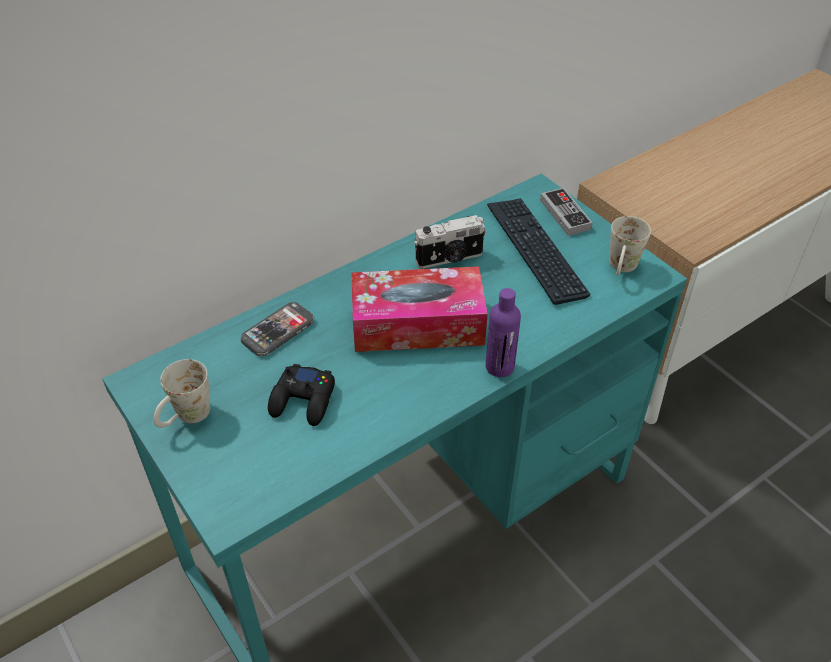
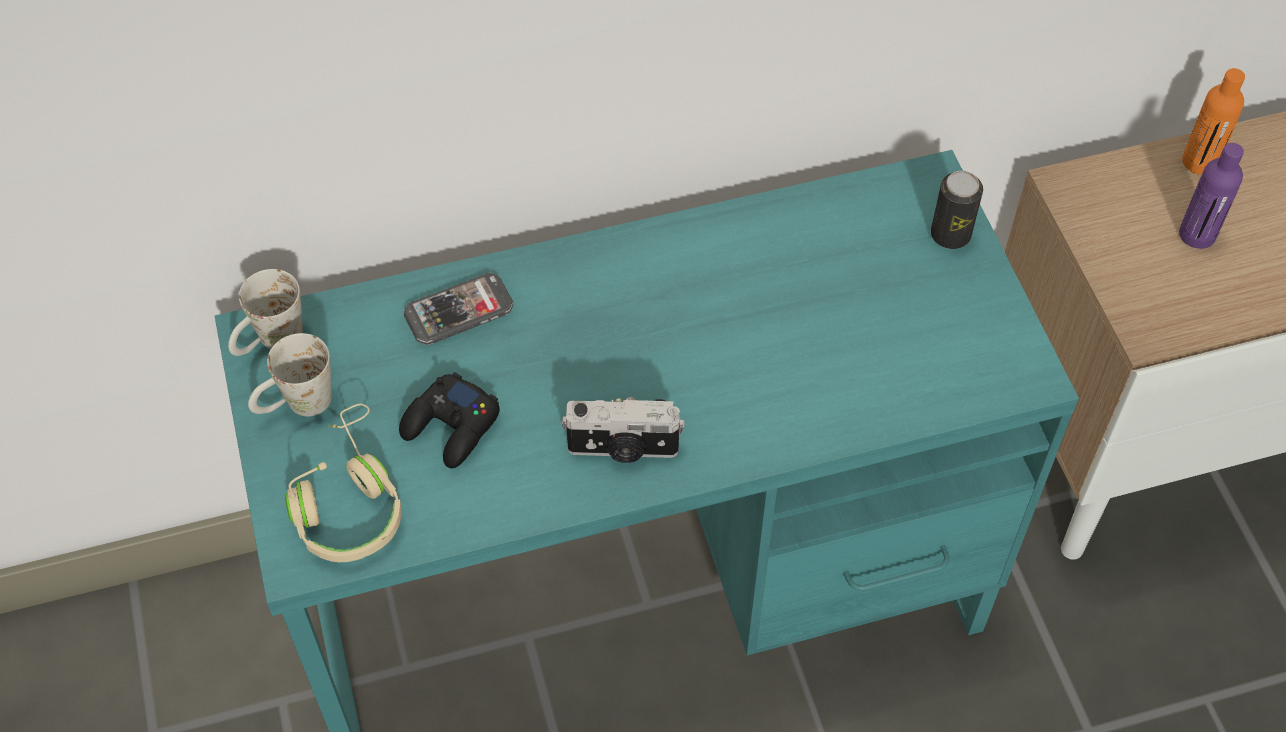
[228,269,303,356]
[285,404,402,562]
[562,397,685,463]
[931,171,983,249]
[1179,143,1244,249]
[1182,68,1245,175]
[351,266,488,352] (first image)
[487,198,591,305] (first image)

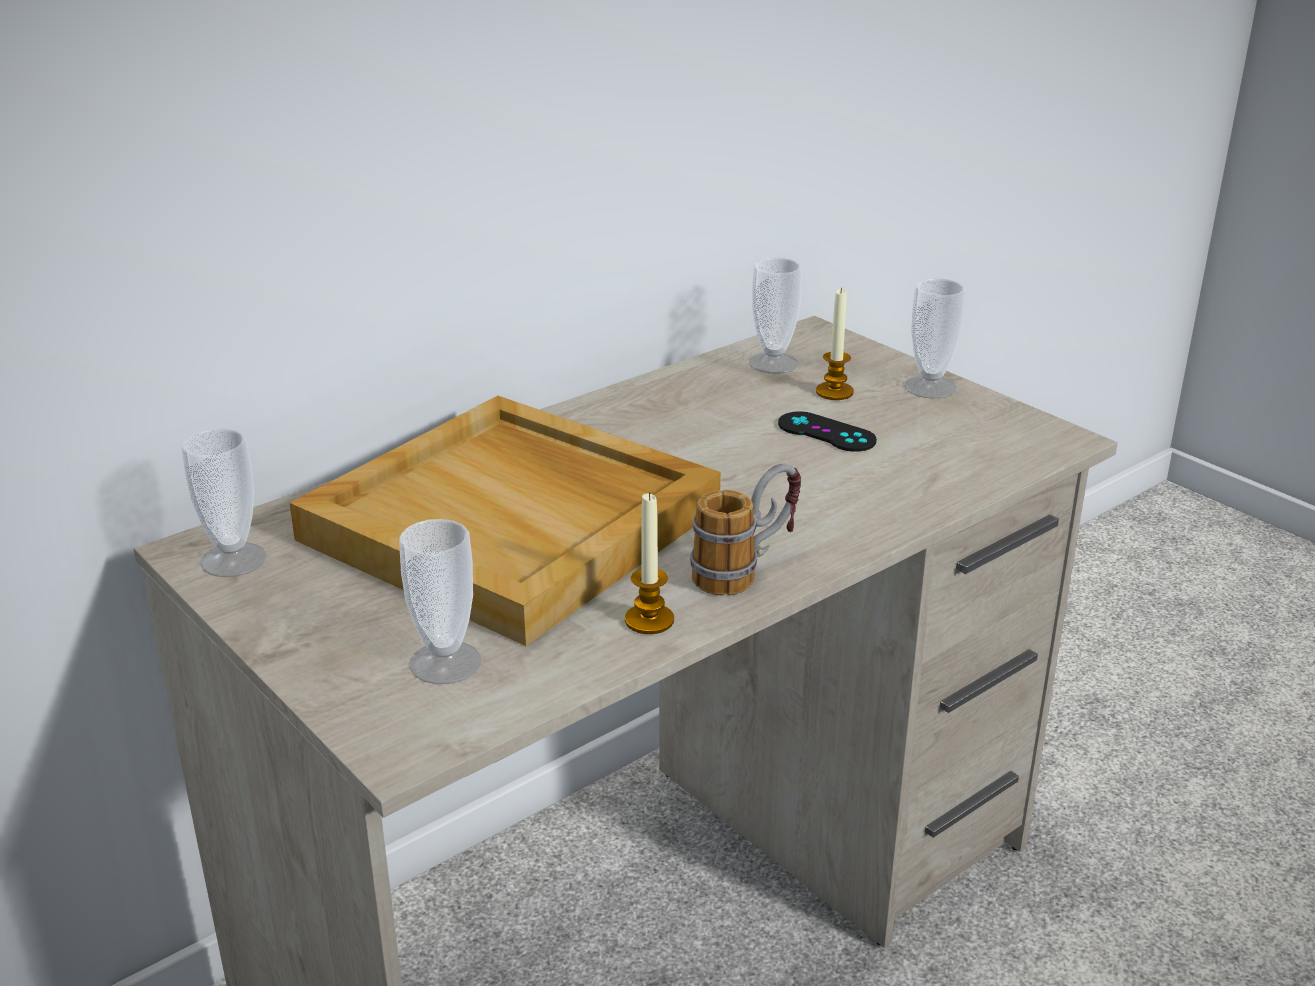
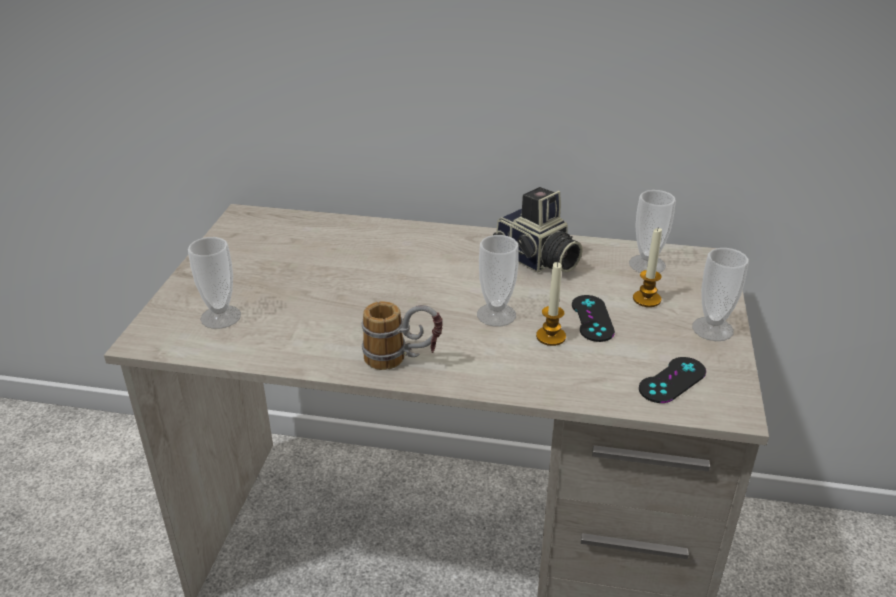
[477,235,519,326]
[493,187,583,273]
[536,262,566,346]
[639,357,706,403]
[289,396,721,646] (first image)

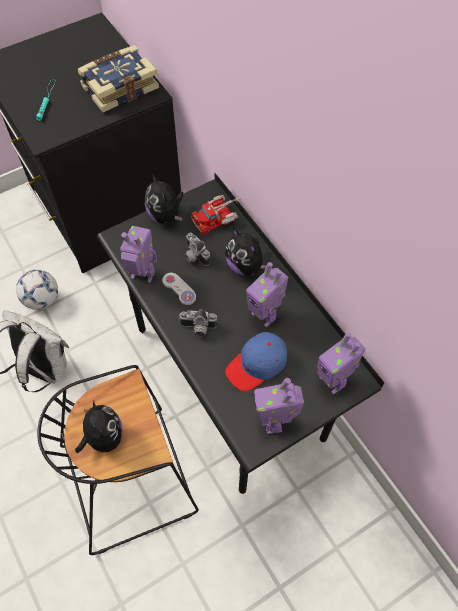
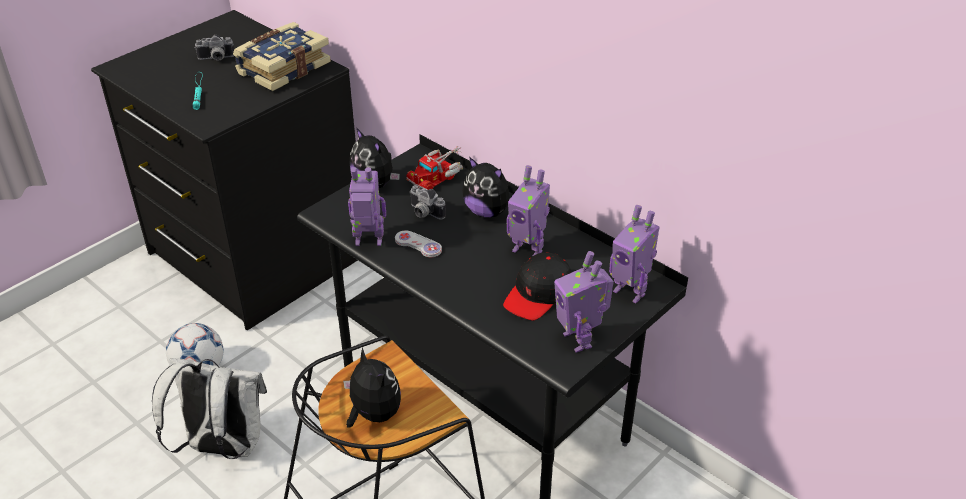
[195,35,234,61]
[503,252,571,320]

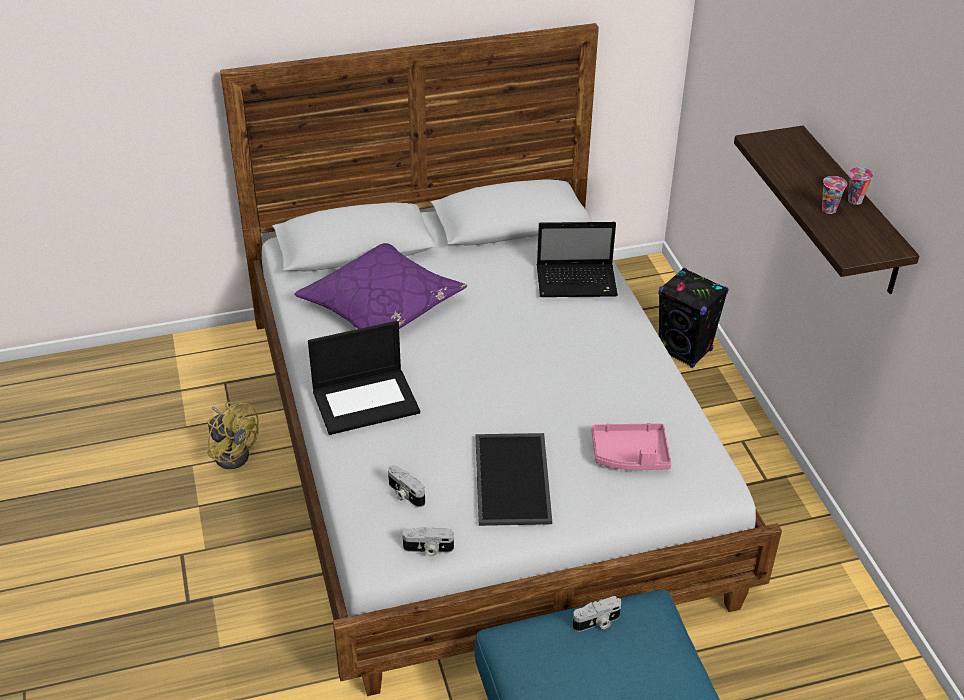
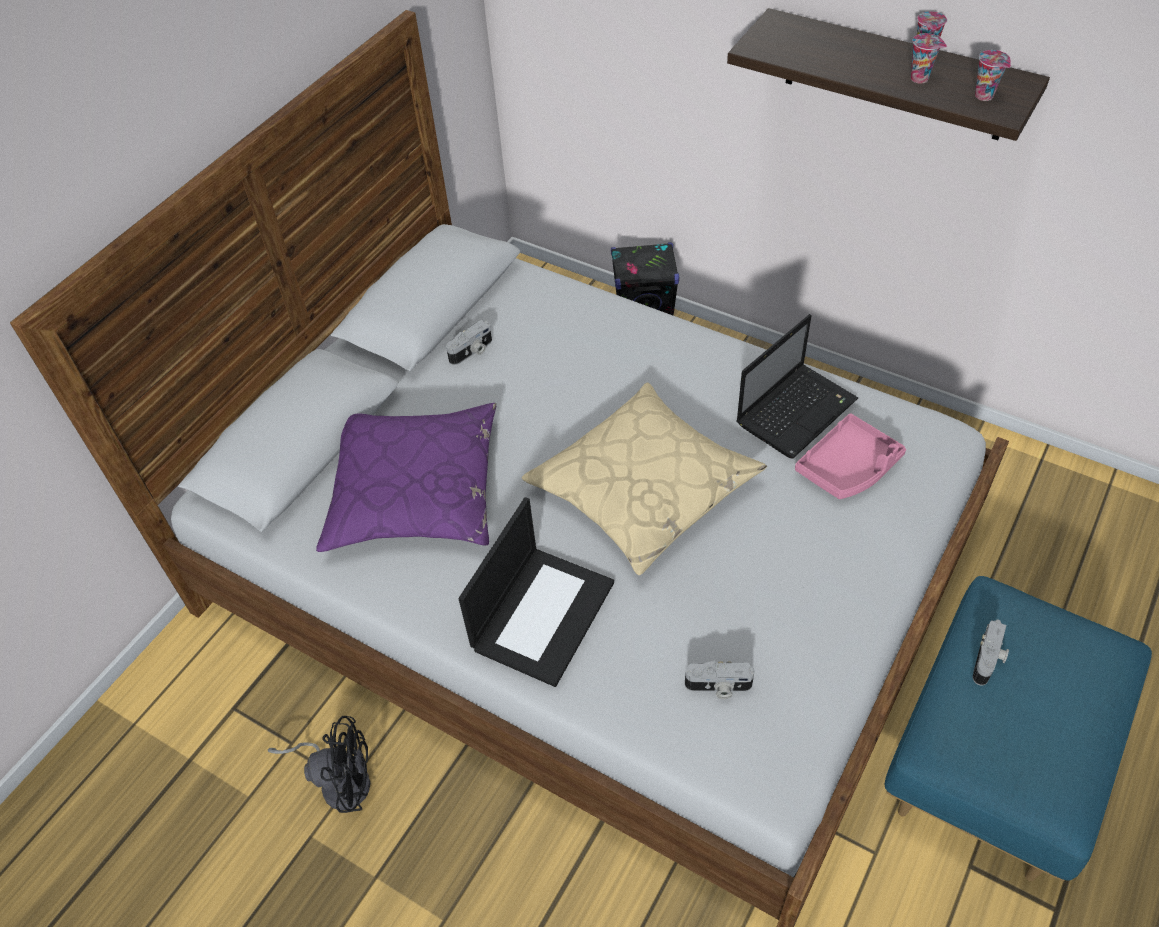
[268,716,370,813]
[446,320,492,365]
[522,383,767,575]
[736,314,858,459]
[975,50,1011,101]
[476,433,552,526] (first image)

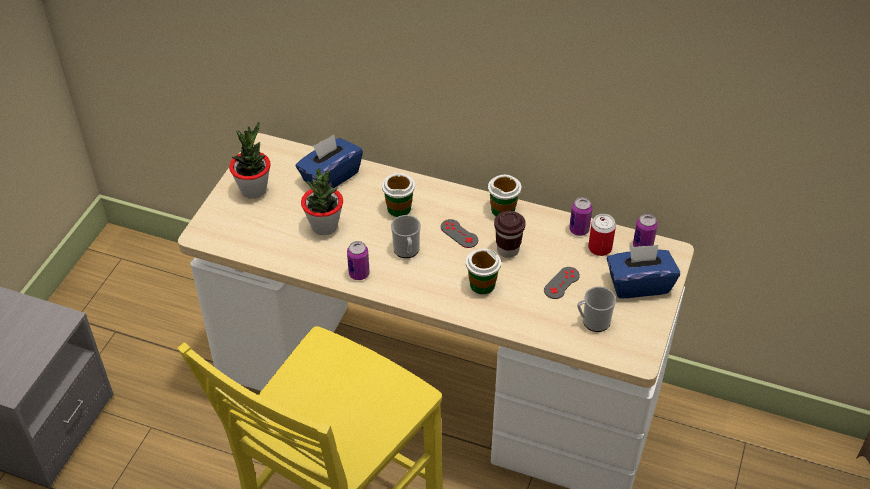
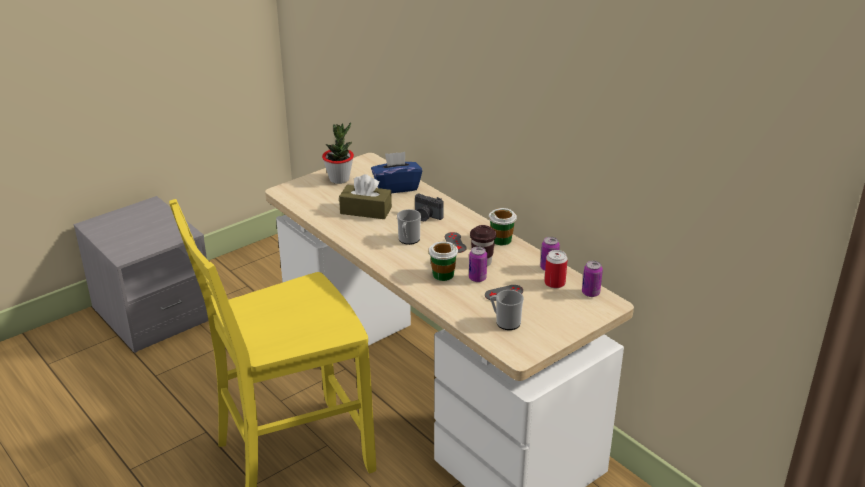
[339,174,392,219]
[415,194,444,221]
[469,246,487,282]
[607,245,680,298] (first image)

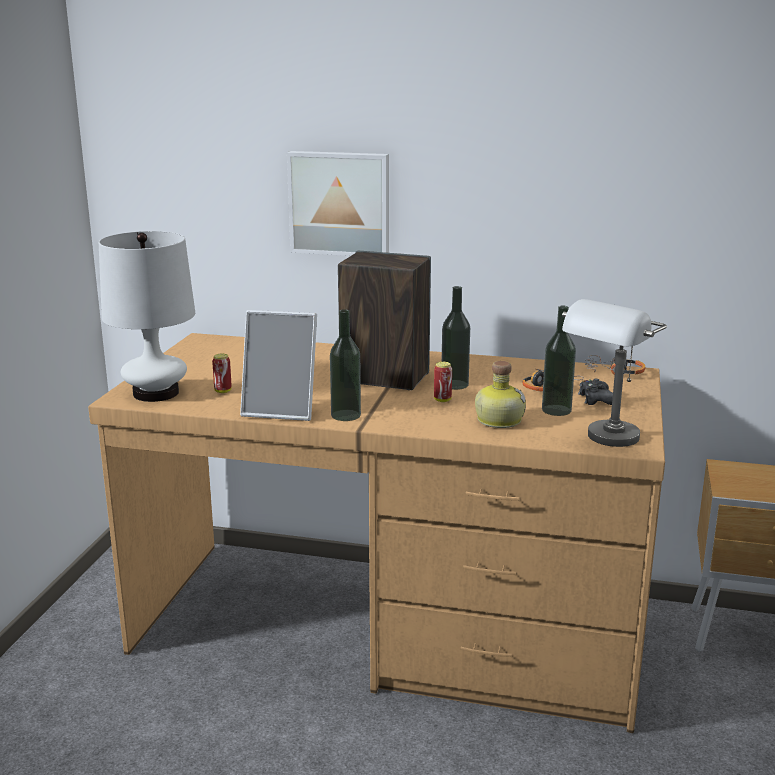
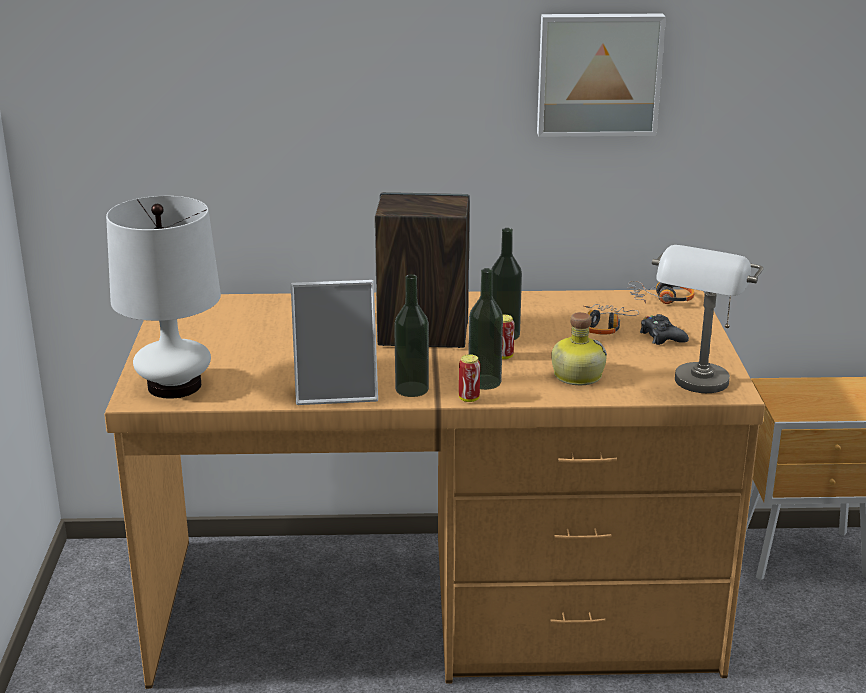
[459,354,480,402]
[468,268,503,390]
[537,14,666,137]

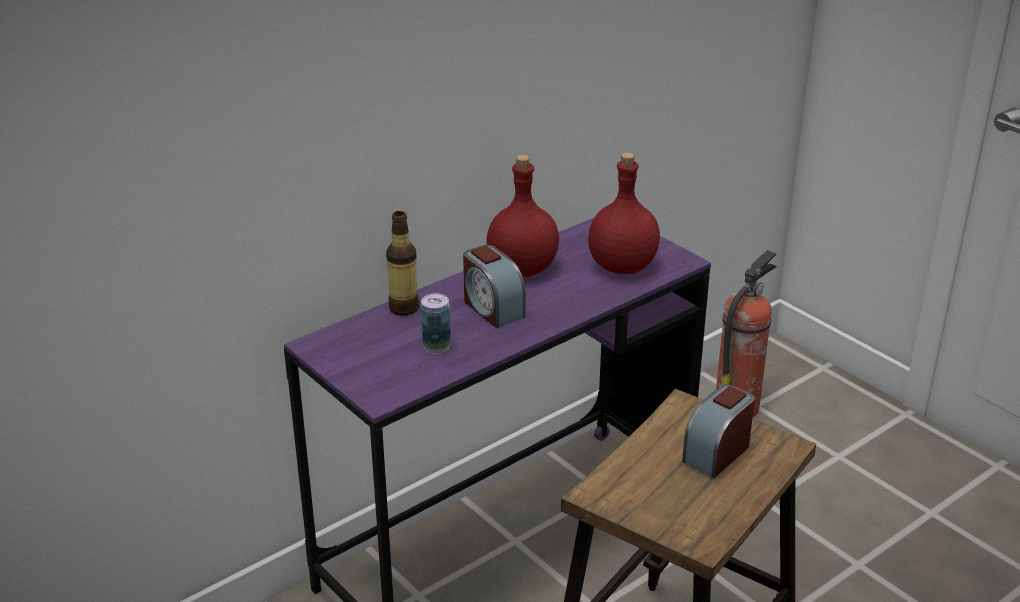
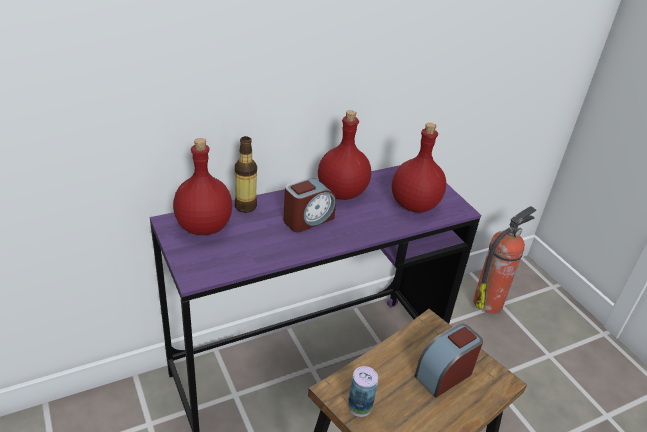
[173,138,233,235]
[283,178,336,232]
[348,366,378,417]

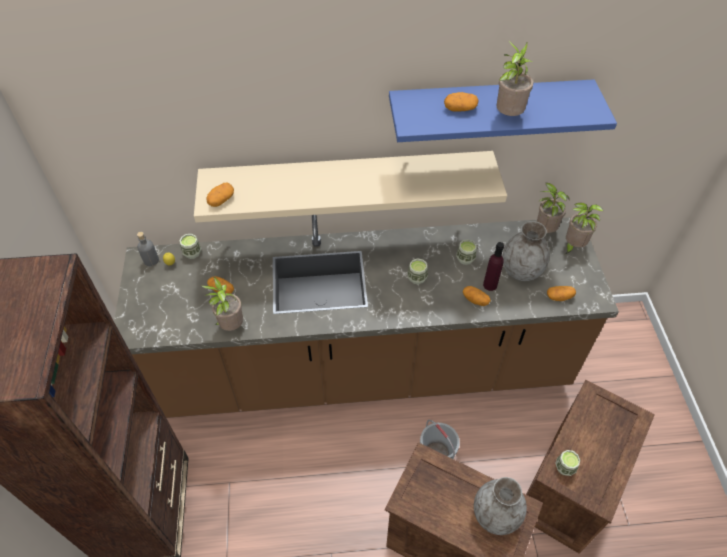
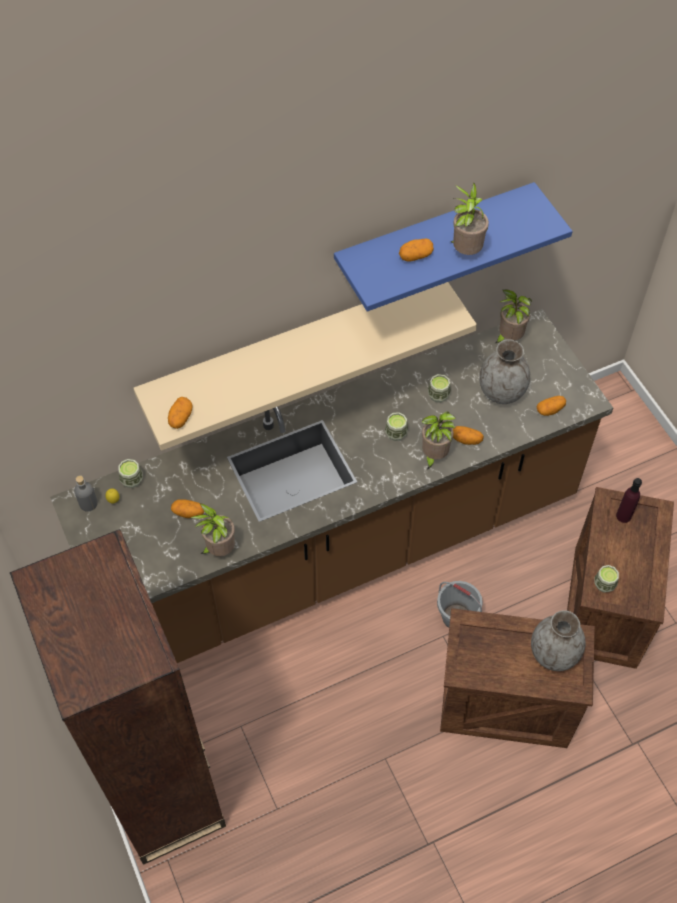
[422,412,456,470]
[616,478,642,523]

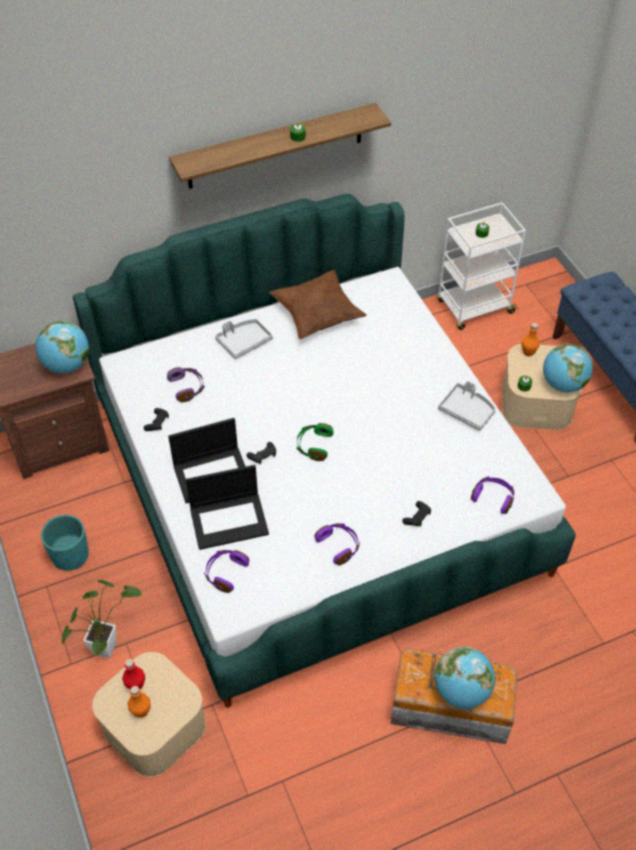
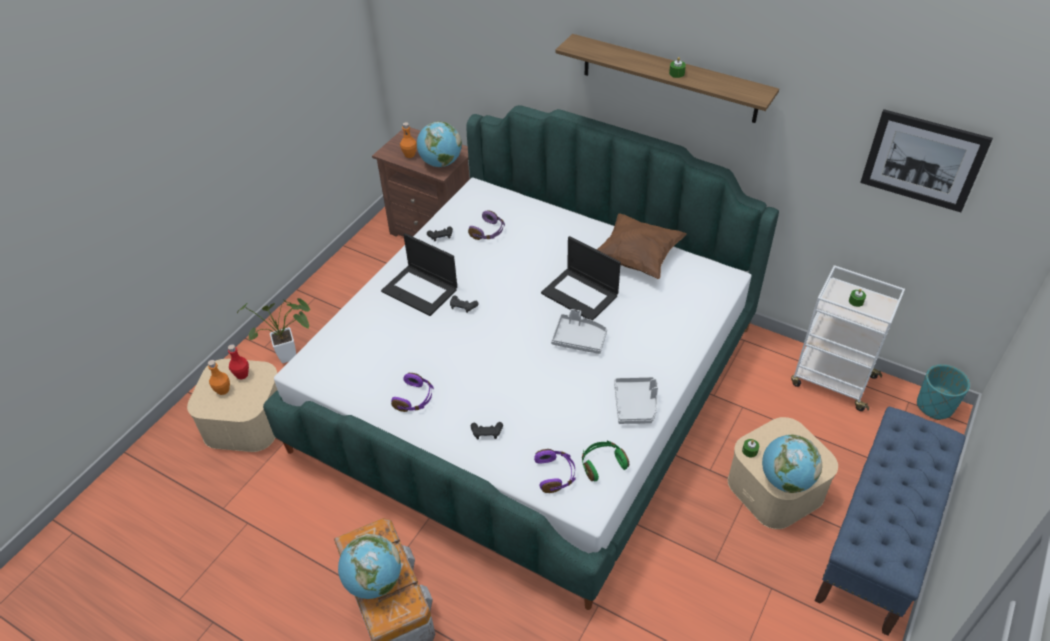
[400,122,417,158]
[541,236,621,320]
[551,309,607,354]
[582,441,629,481]
[860,109,993,212]
[917,364,970,420]
[204,550,249,593] (first image)

